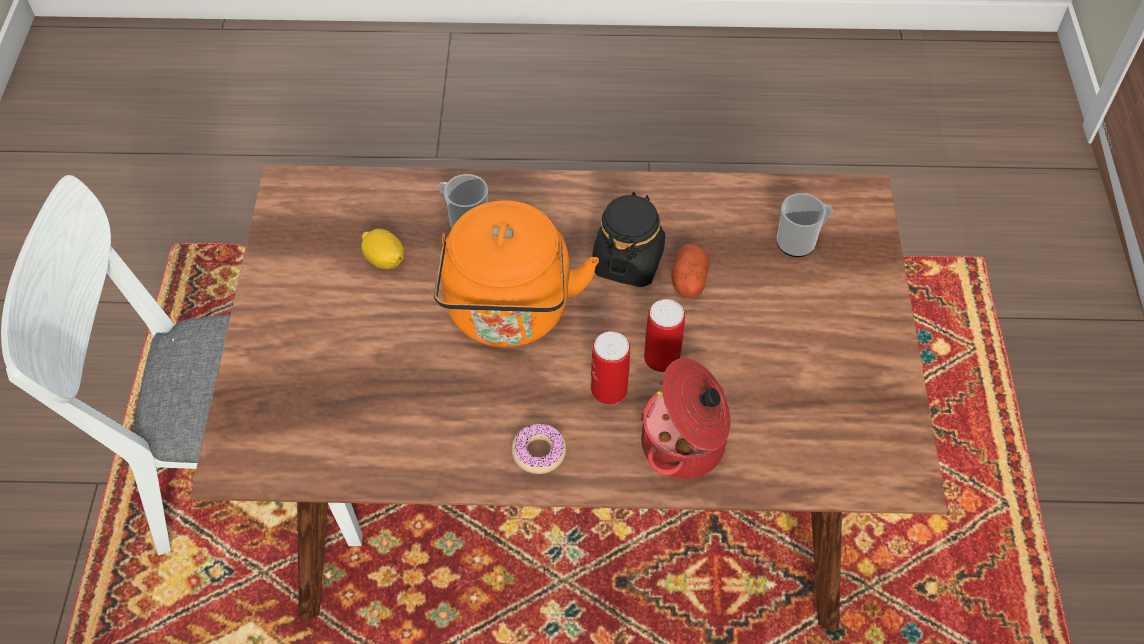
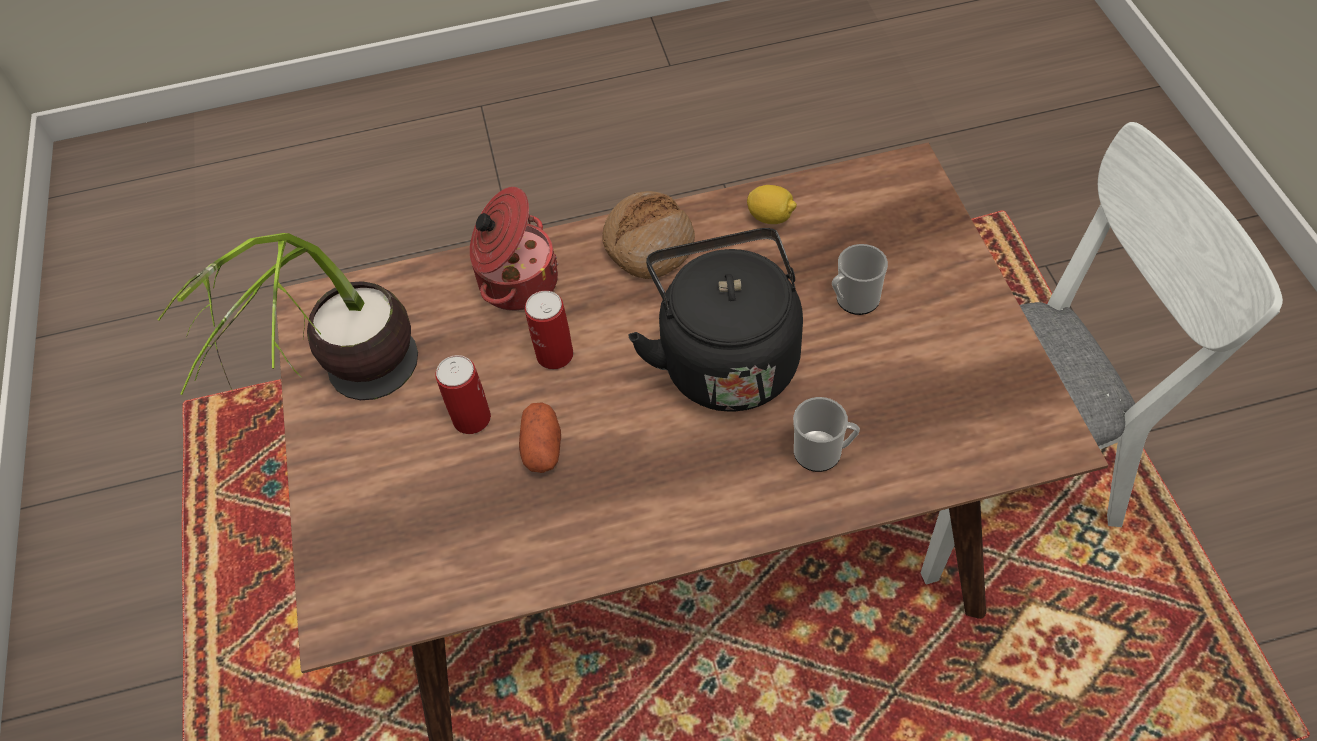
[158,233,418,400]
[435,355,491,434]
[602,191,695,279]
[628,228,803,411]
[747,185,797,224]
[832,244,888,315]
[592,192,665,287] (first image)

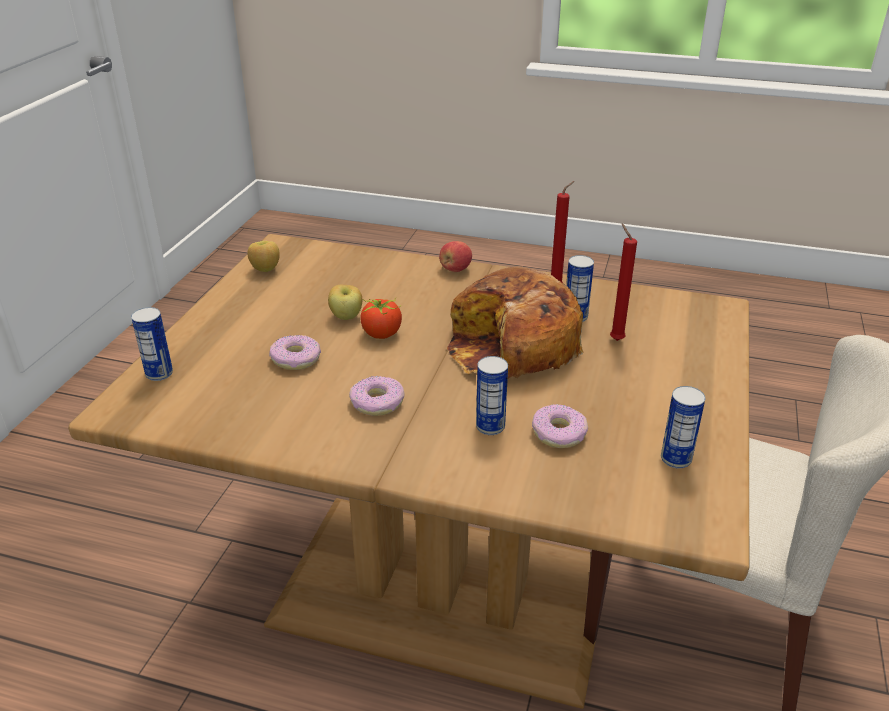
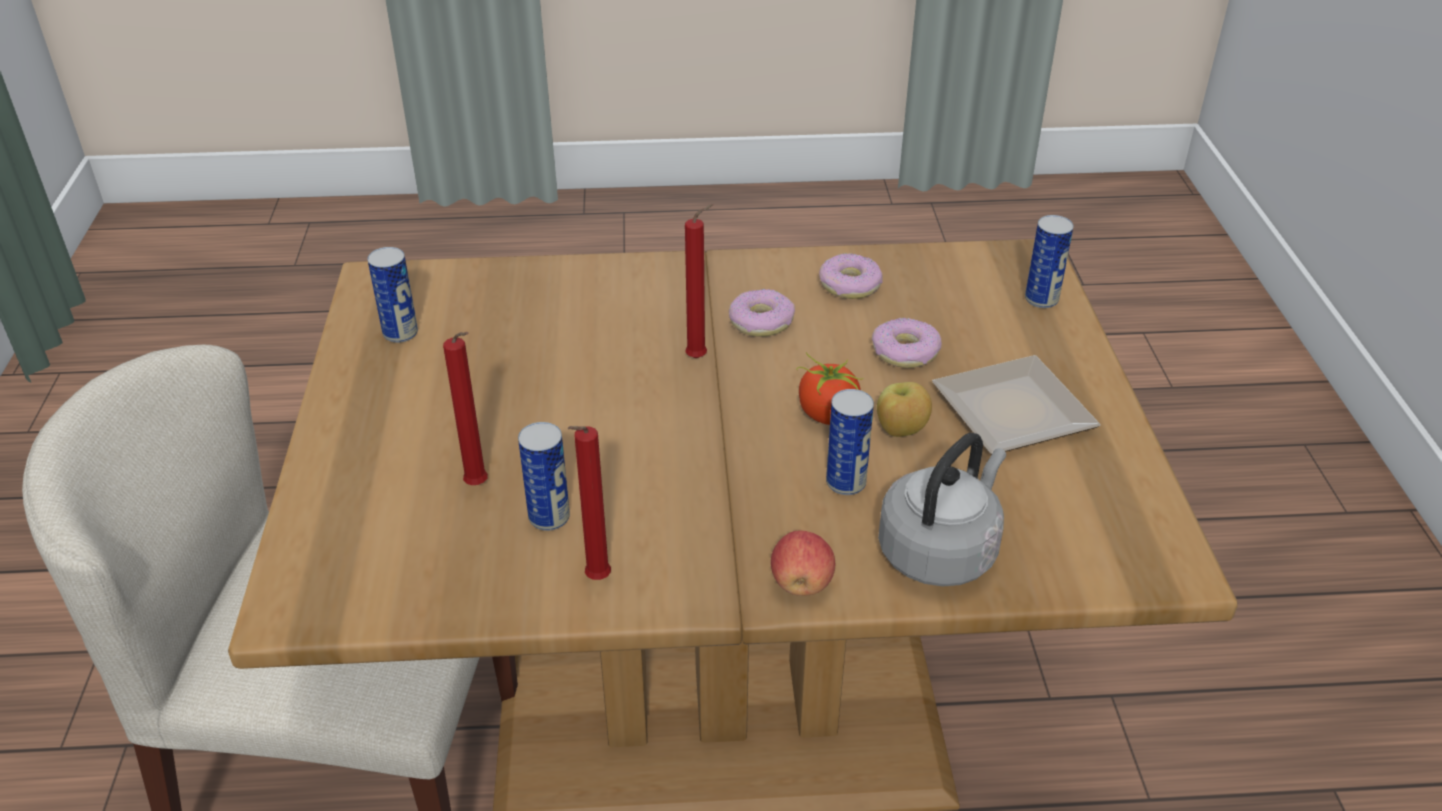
[685,204,714,358]
[819,253,883,299]
[826,389,874,495]
[878,433,1006,586]
[932,355,1101,454]
[248,241,280,272] (first image)
[446,266,583,378] (first image)

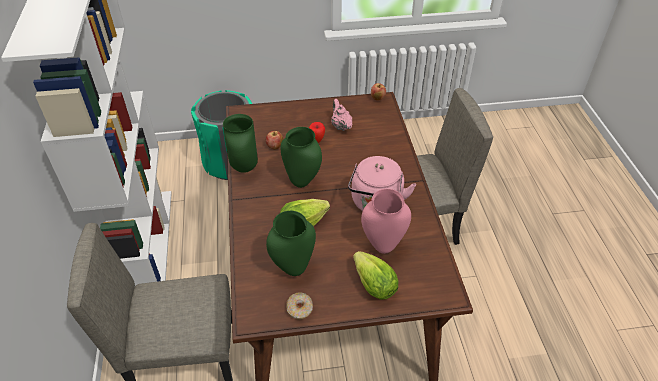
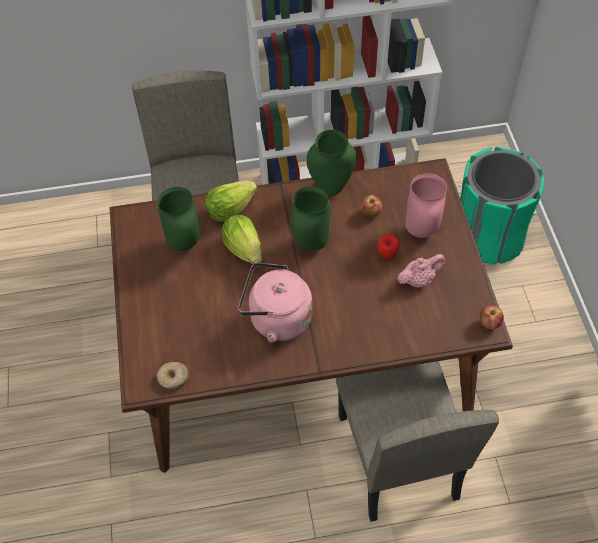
[157,362,188,389]
[205,181,257,222]
[405,173,447,238]

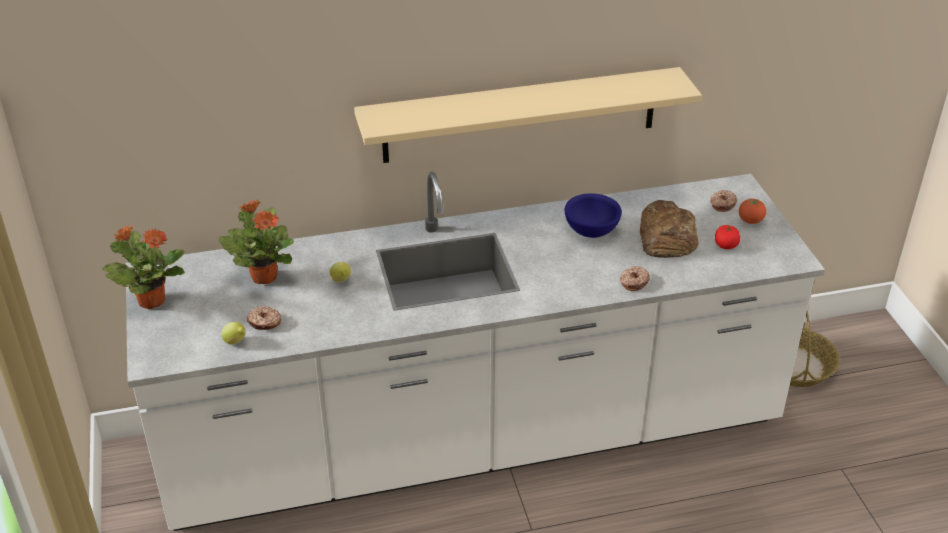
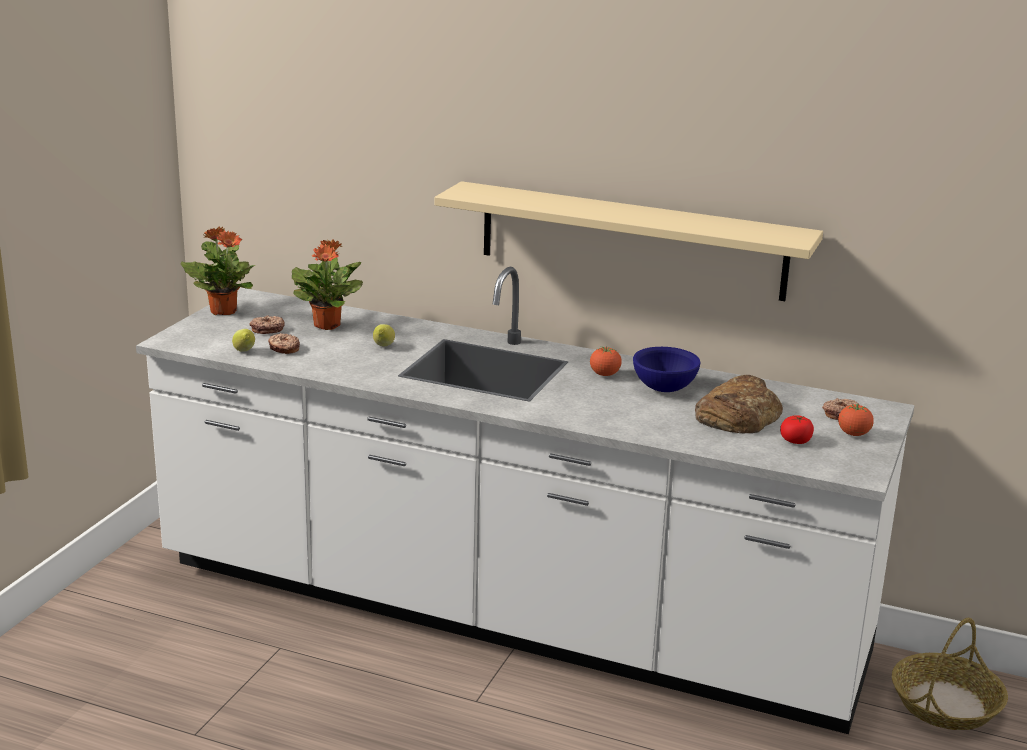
[249,315,284,334]
[590,346,622,376]

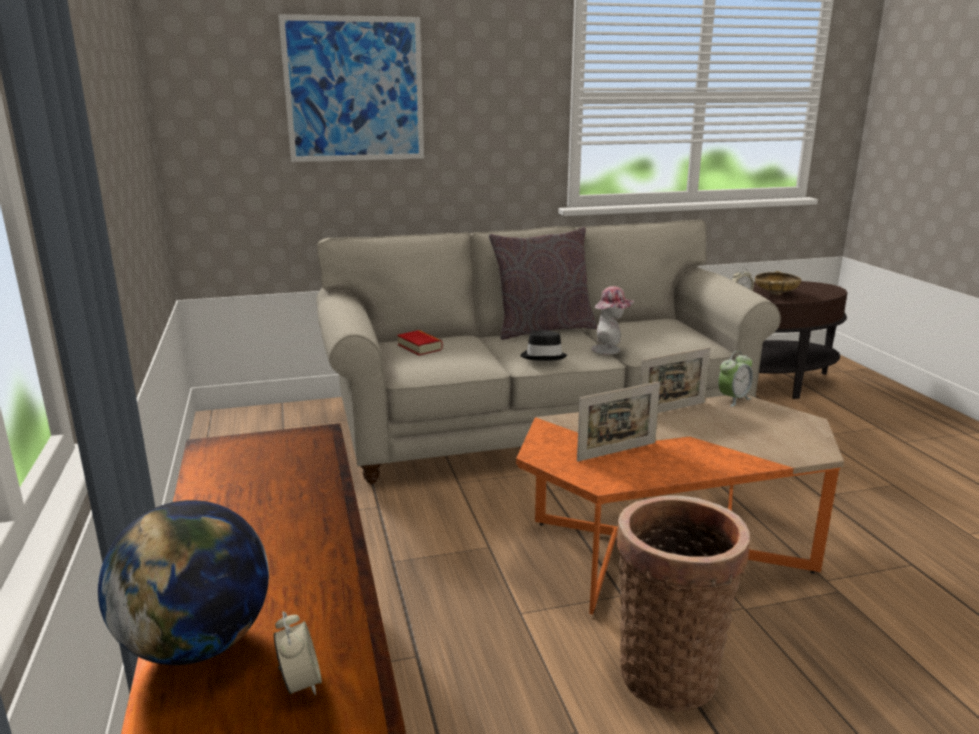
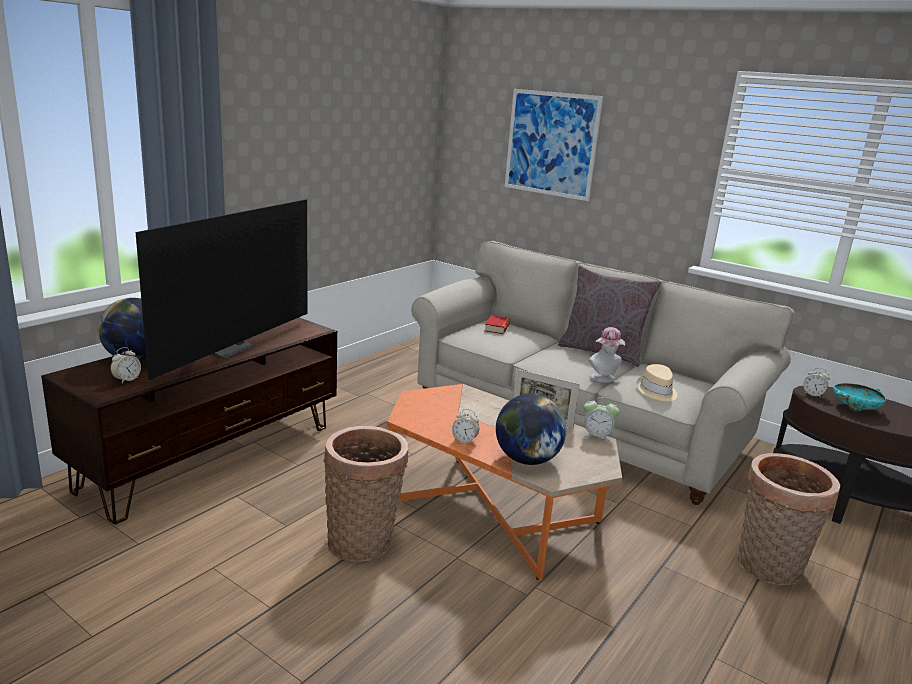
[136,199,307,380]
[452,409,479,445]
[496,394,567,465]
[637,364,677,401]
[737,453,840,586]
[833,383,886,411]
[520,330,567,361] (first image)
[577,382,660,461] (first image)

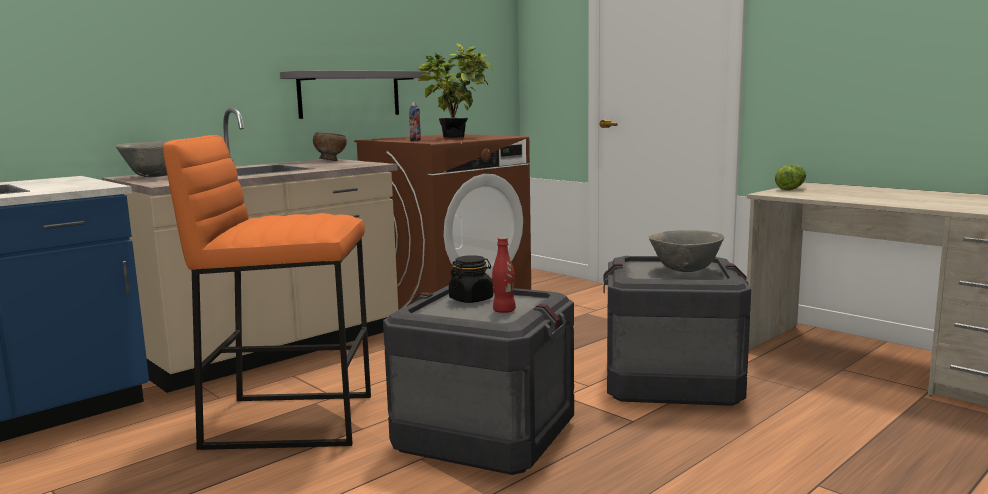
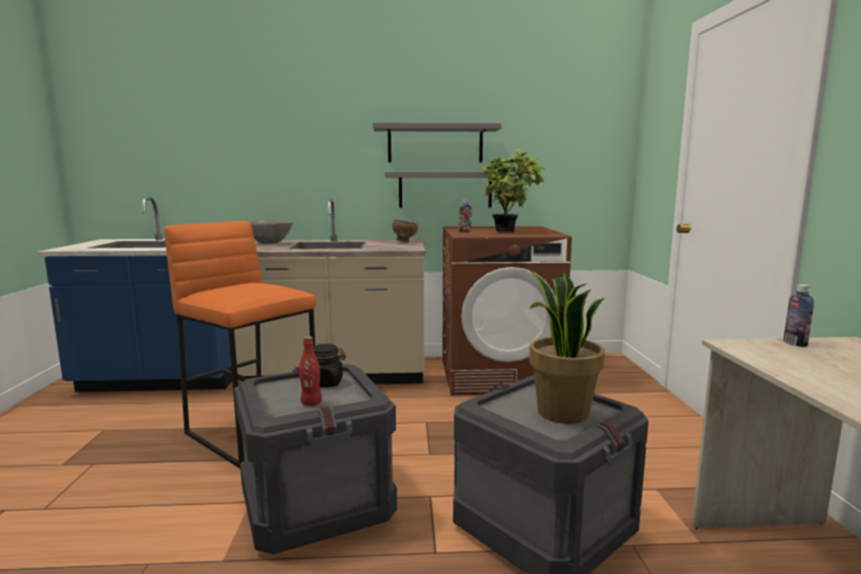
[373,122,501,163]
[529,271,605,424]
[783,284,814,347]

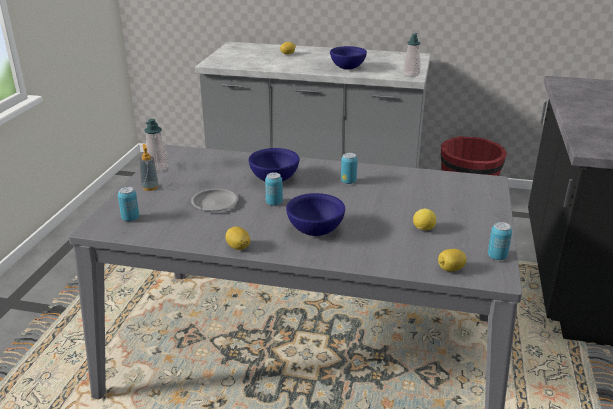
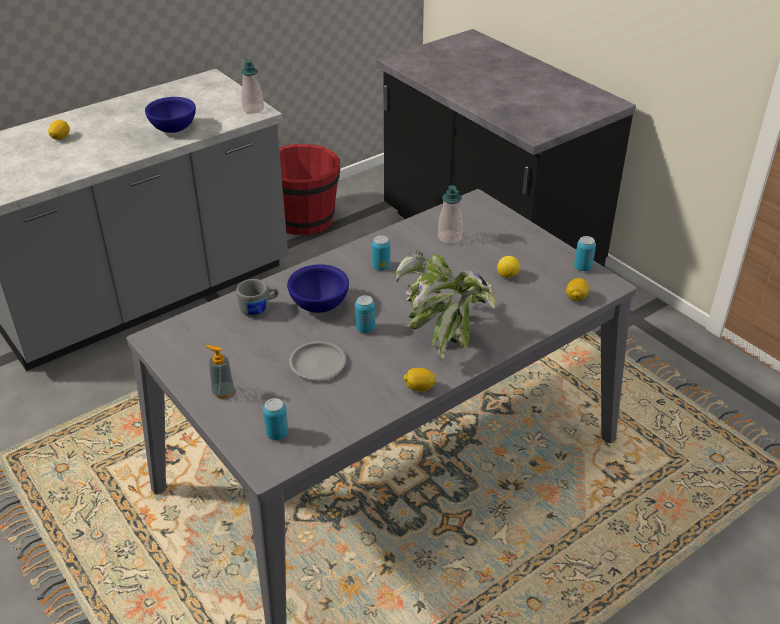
[236,279,278,317]
[395,250,495,359]
[438,185,463,244]

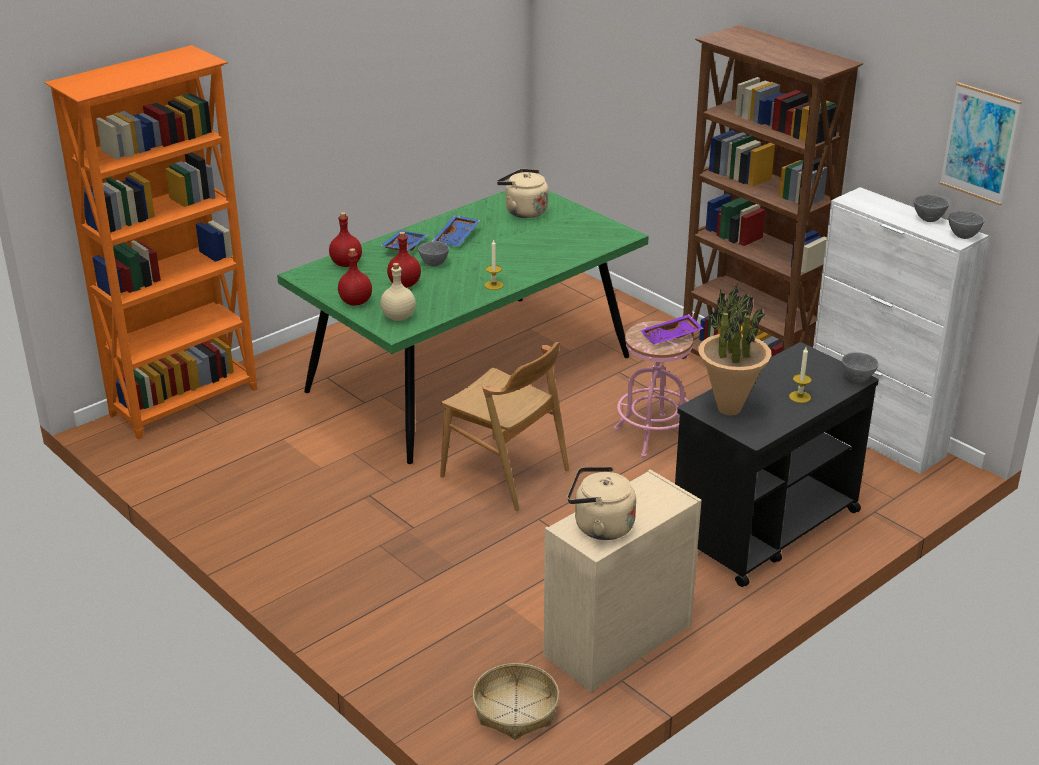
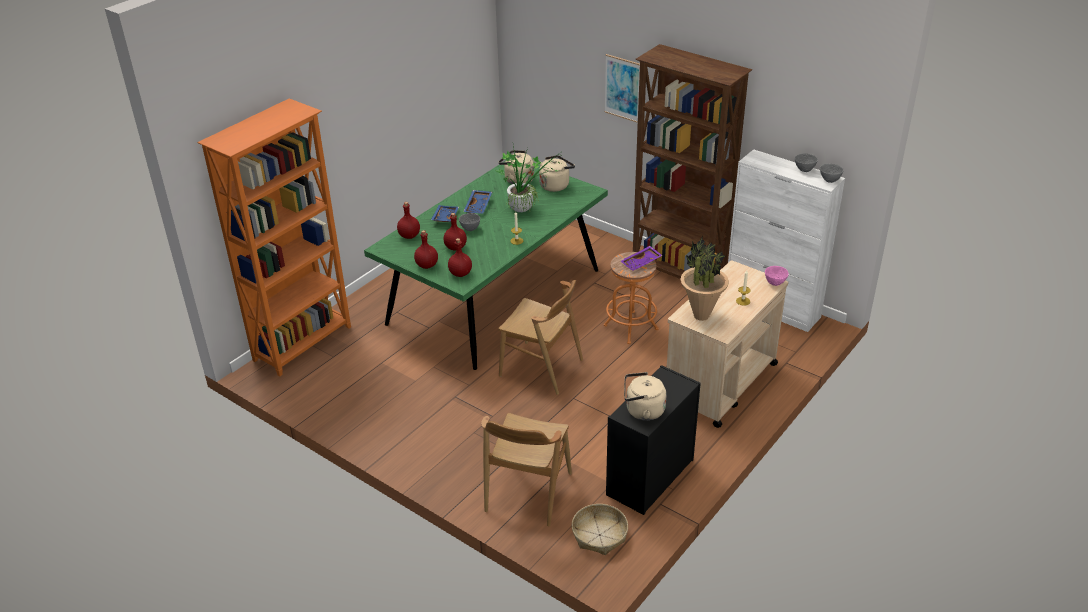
[448,238,472,277]
[481,413,572,526]
[495,140,564,212]
[539,155,575,192]
[604,54,640,123]
[604,252,659,344]
[606,365,701,515]
[667,260,788,428]
[765,266,789,286]

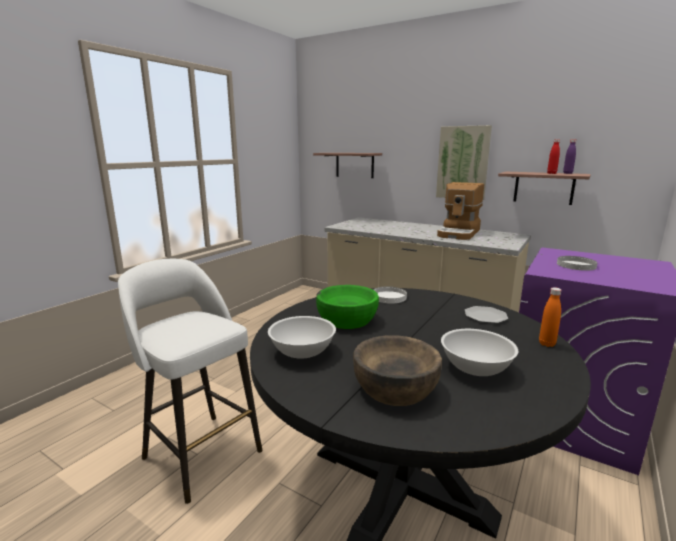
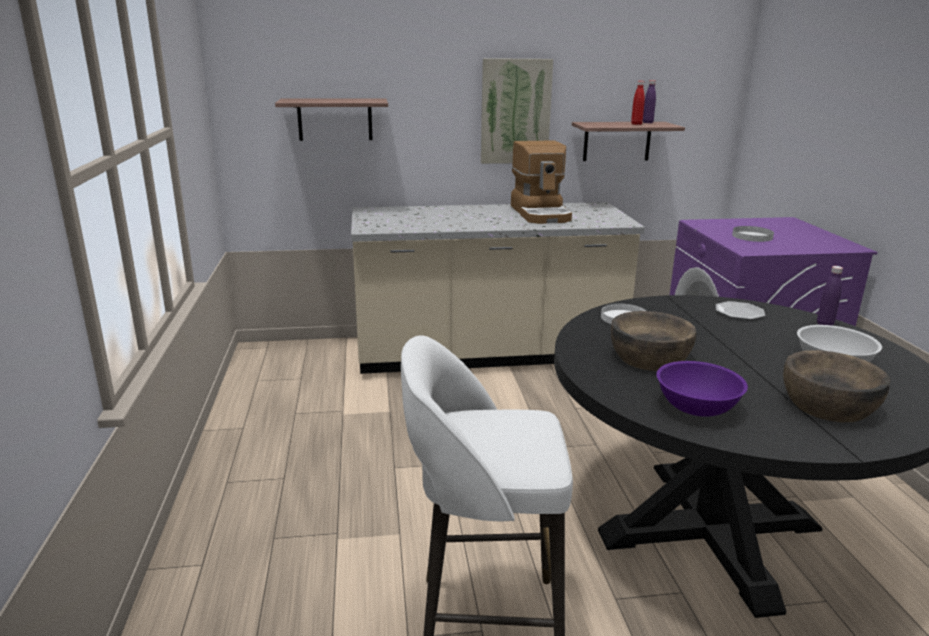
[611,311,696,371]
[656,361,748,417]
[817,266,843,326]

